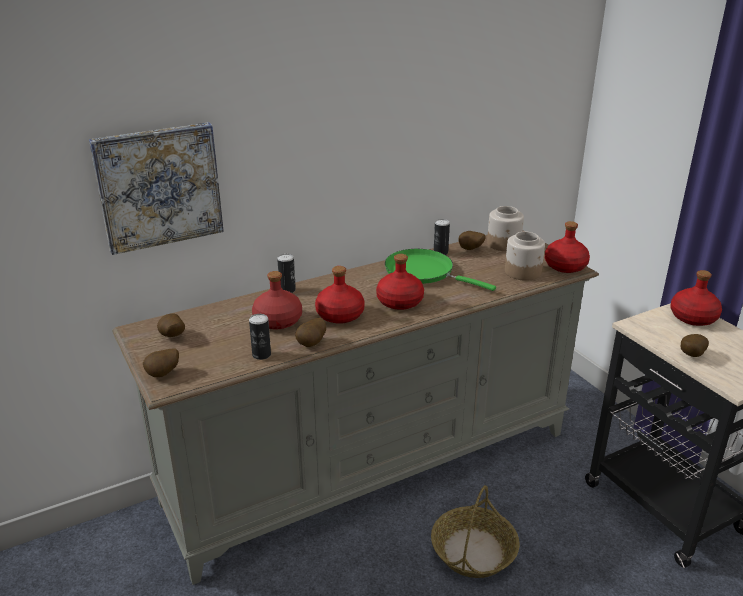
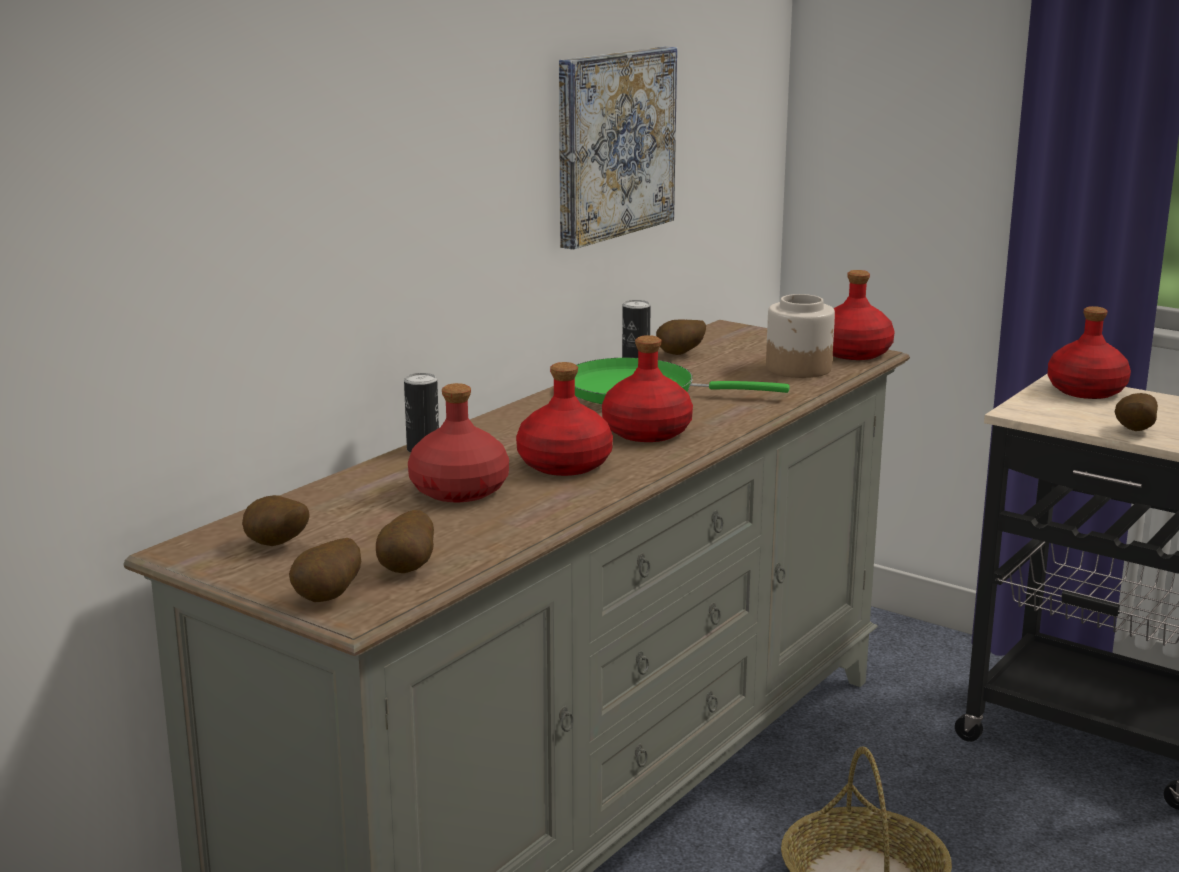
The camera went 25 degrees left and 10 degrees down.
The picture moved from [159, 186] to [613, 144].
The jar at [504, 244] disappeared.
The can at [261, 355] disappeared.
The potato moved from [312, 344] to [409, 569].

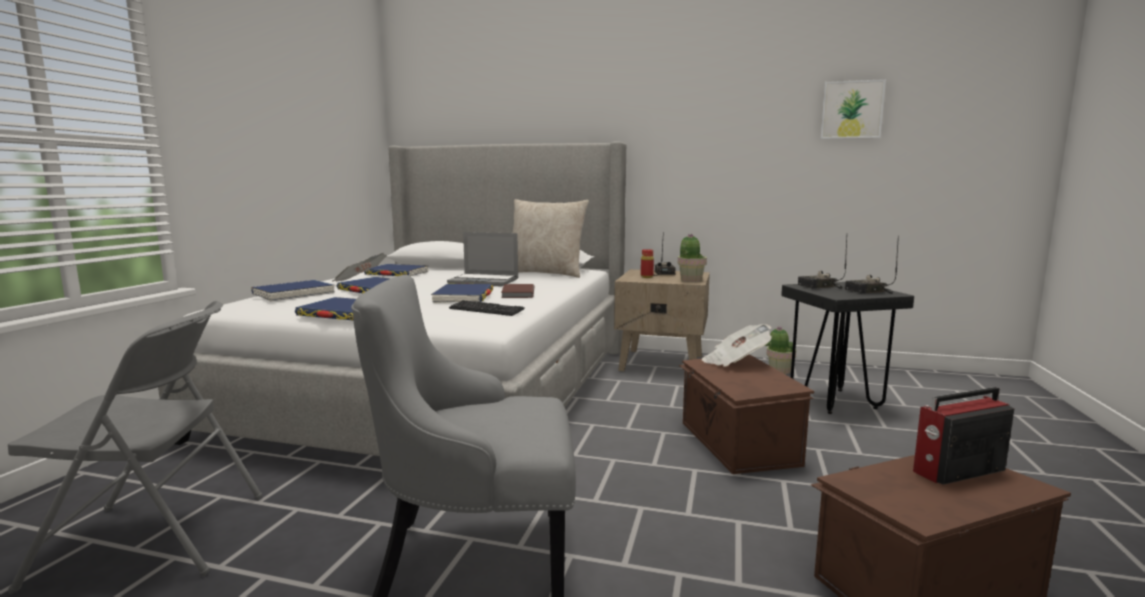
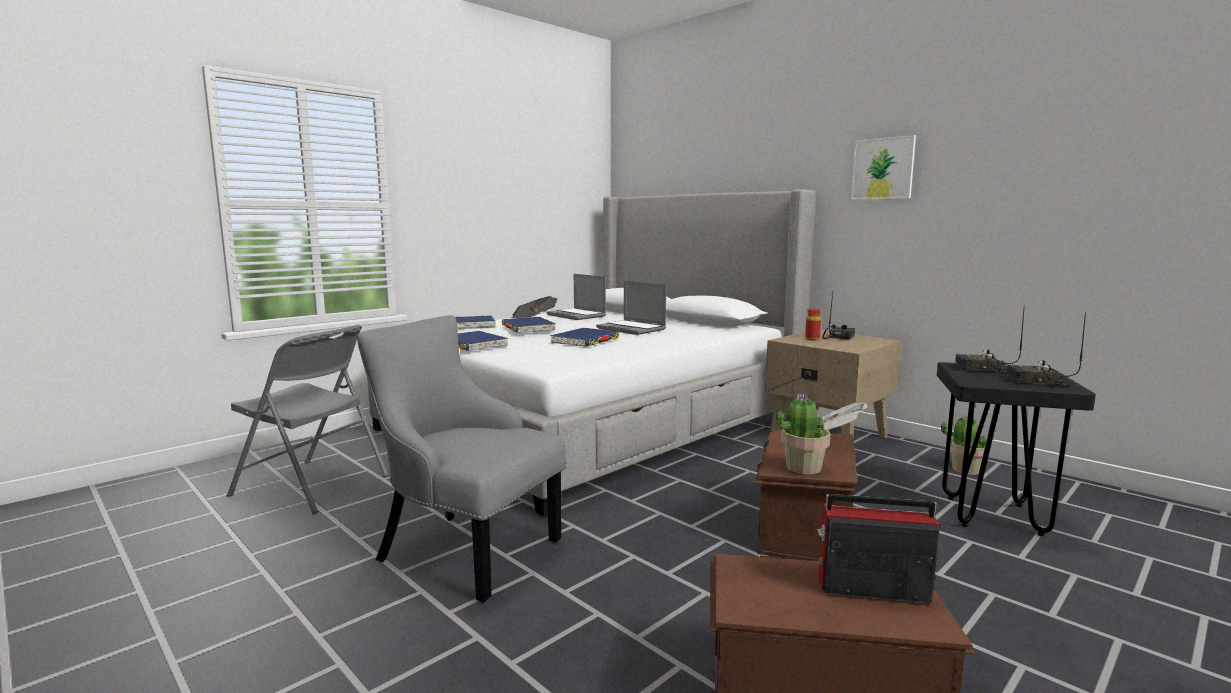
The camera went 30 degrees right and 0 degrees up.
The picture moved from [852, 110] to [882, 169].
The beige pillow at [546, 273] disappeared.
The potted plant moved from [690, 280] to [802, 467].
The blue book at [397, 273] was replaced by the laptop at [577, 315].
The brown book at [517, 293] disappeared.
The keyboard at [486, 310] disappeared.

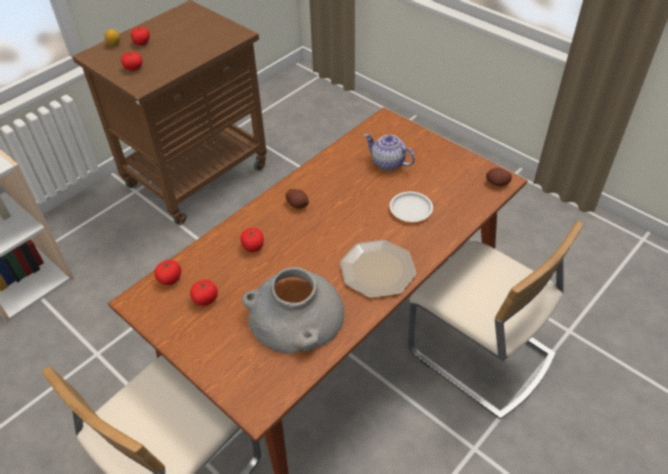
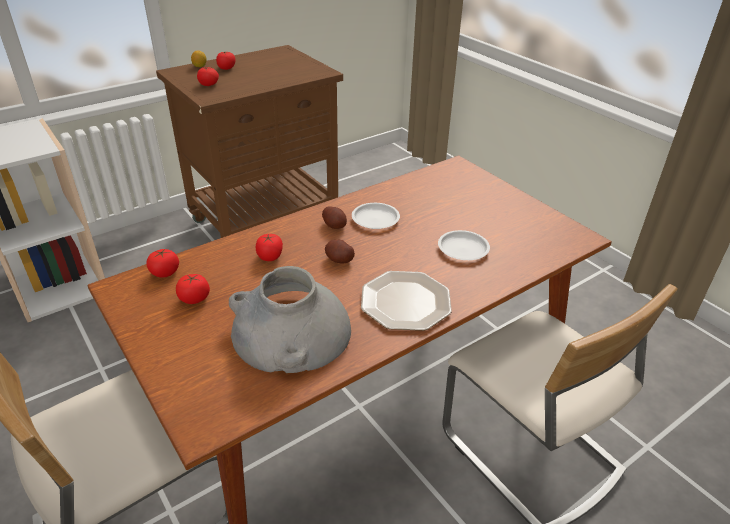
The camera went 10 degrees right and 10 degrees down.
The teapot at [387, 163] disappeared.
The potato moved from [497, 183] to [339, 259].
The white plate at [376, 219] appeared.

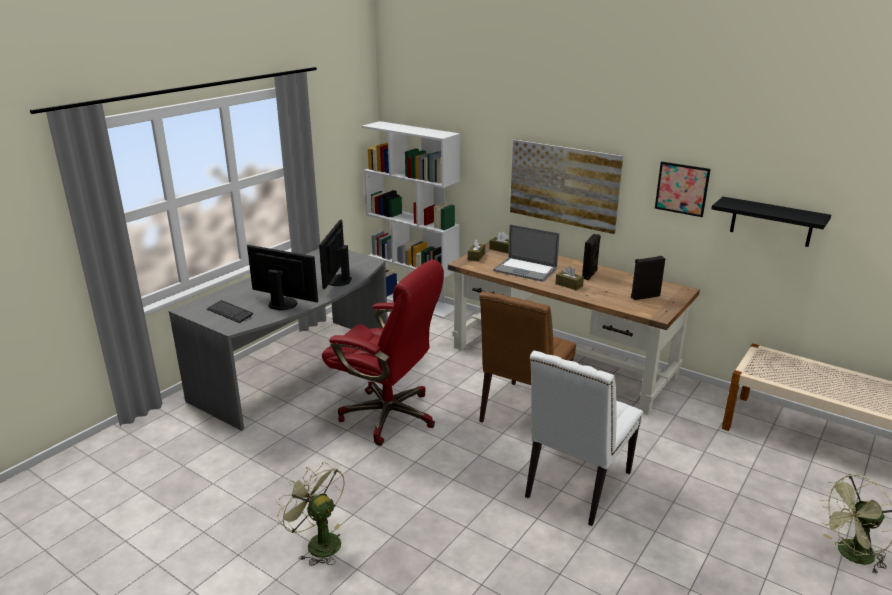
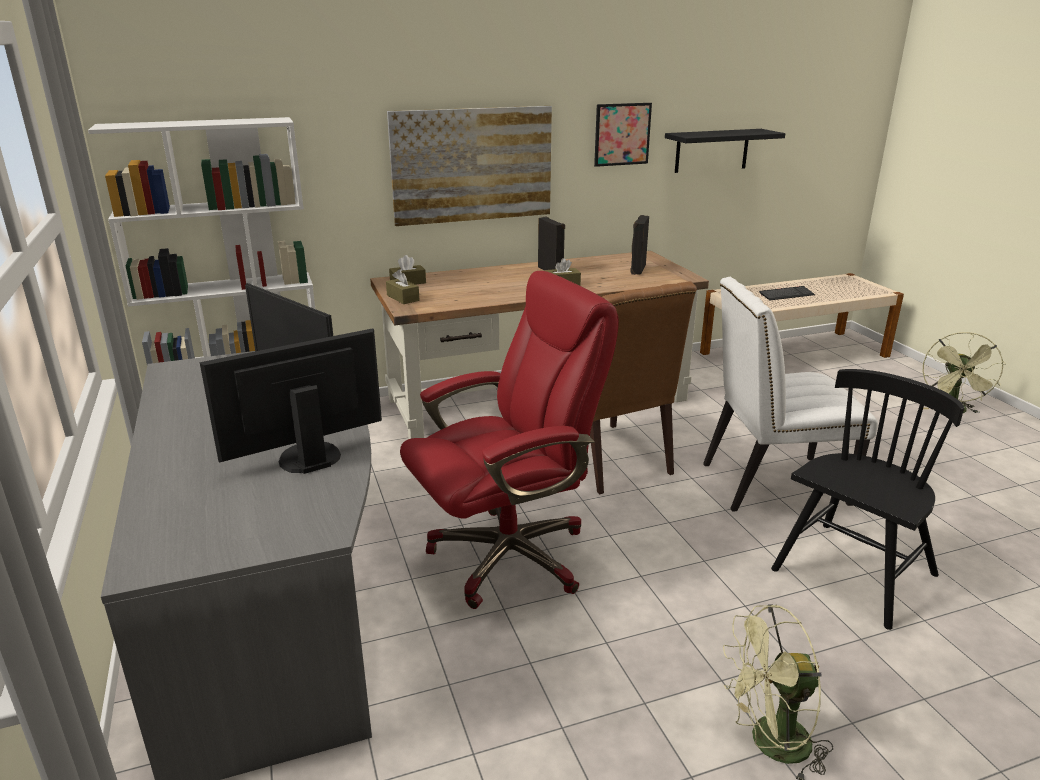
The camera went 55 degrees left and 0 degrees up.
The laptop at [525, 270] disappeared.
The keyboard moved from [230, 312] to [786, 294].
The white chair at [578, 483] turned 105 degrees clockwise.
The black chair at [850, 576] appeared.

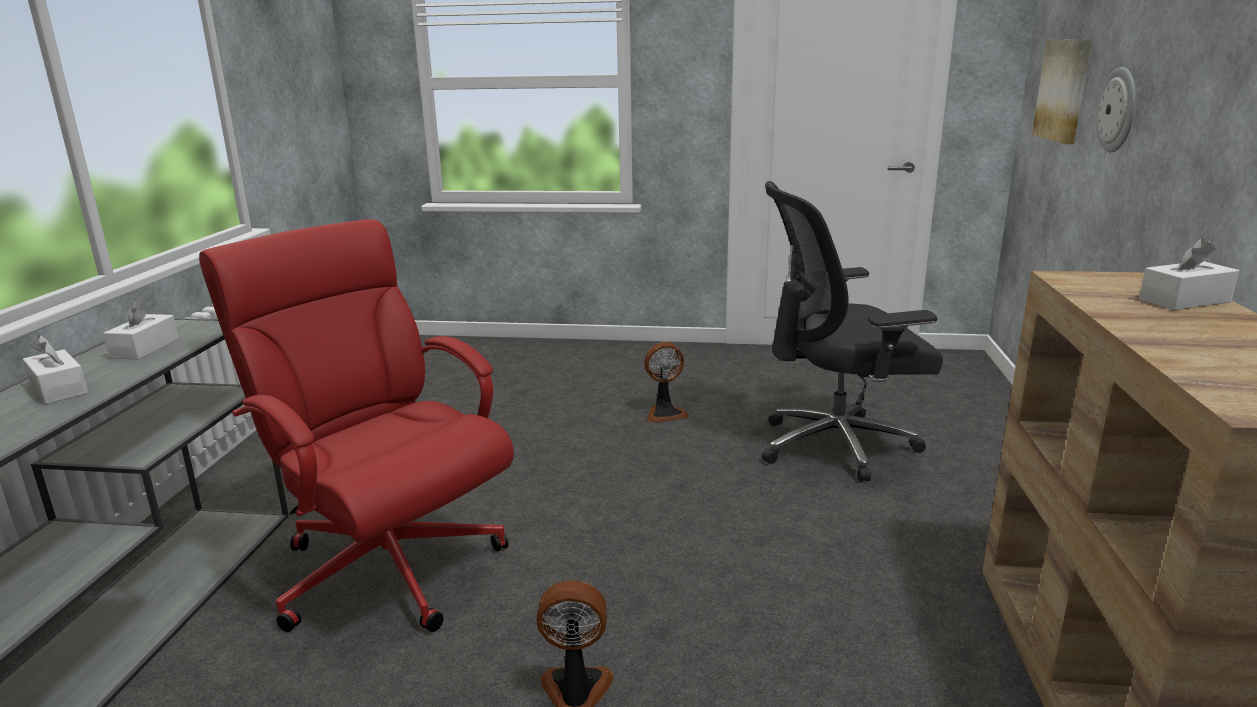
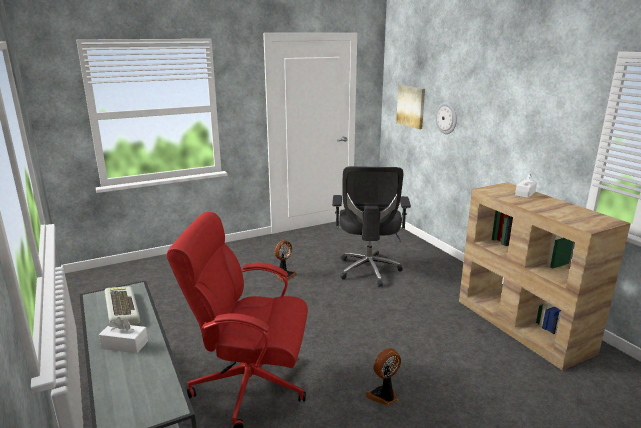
The camera went 35 degrees left and 0 degrees up.
The office chair at [838, 446] turned 45 degrees counterclockwise.
The white tissue box at [145, 348] was replaced by the keyboard at [120, 311].

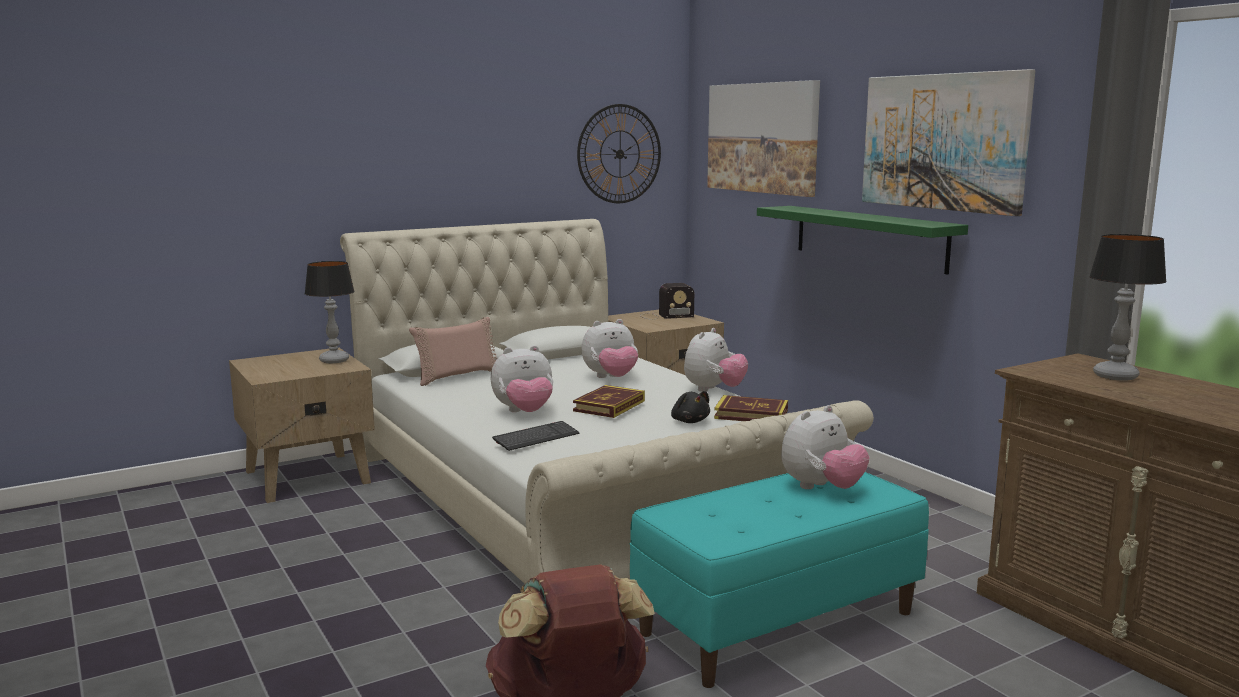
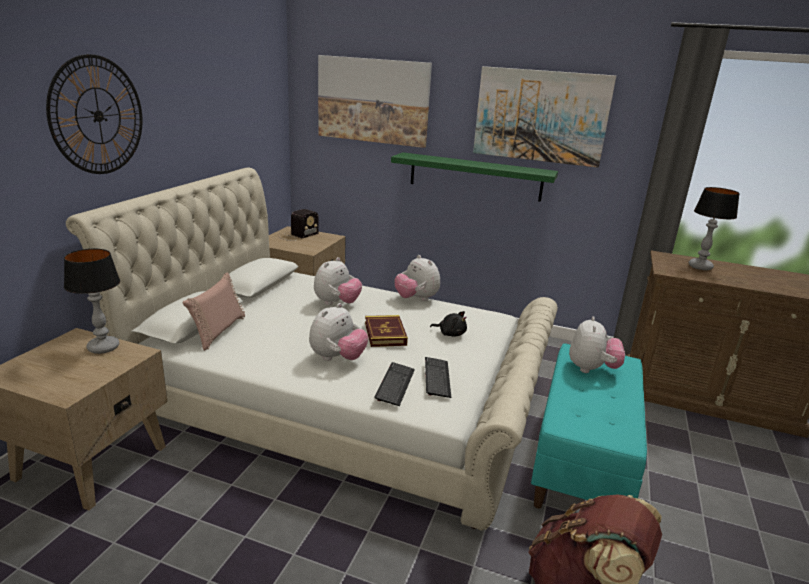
The camera went 40 degrees left and 10 degrees up.
The wall clock moved from [619, 154] to [98, 116].
The plush toy at [714, 390] turned 150 degrees clockwise.
The book at [751, 414] disappeared.
The keyboard at [437, 378] appeared.

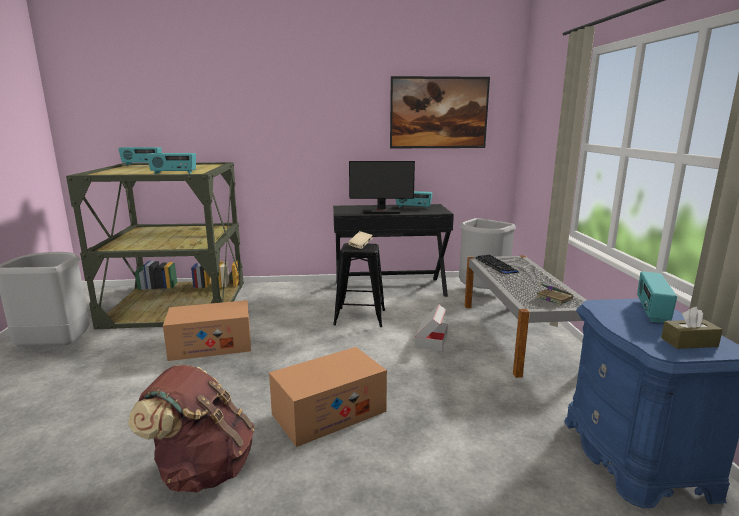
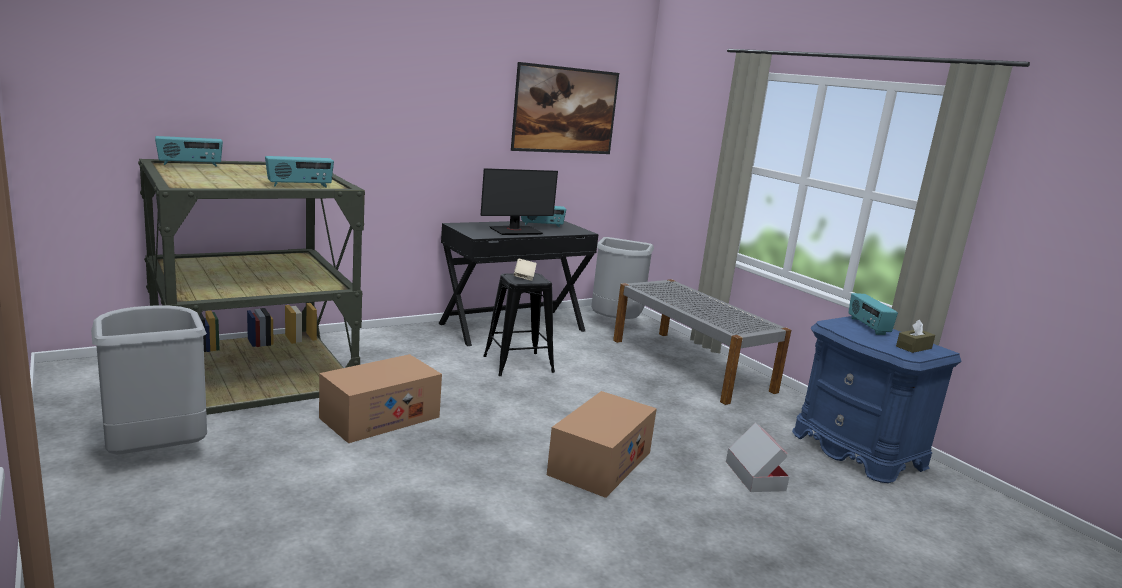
The camera went 30 degrees left and 0 degrees up.
The keyboard at [495, 265] disappeared.
The book at [553, 298] disappeared.
The cardboard box moved from [431, 340] to [755, 475].
The brown backpack at [202, 470] disappeared.

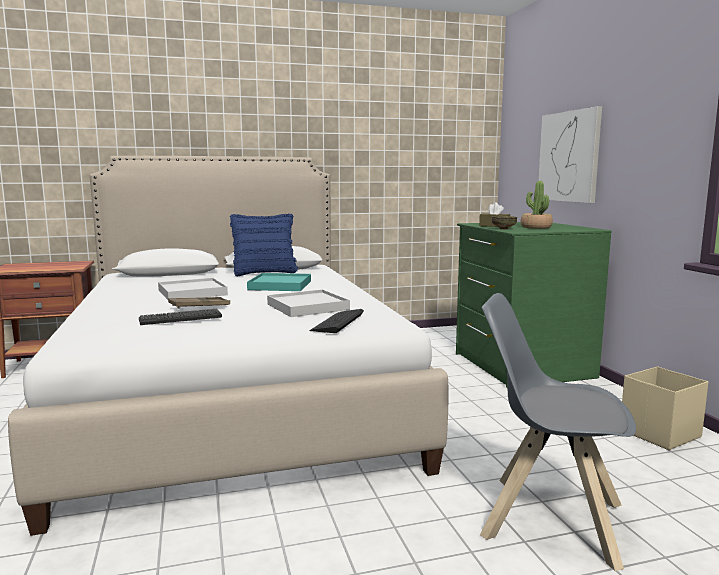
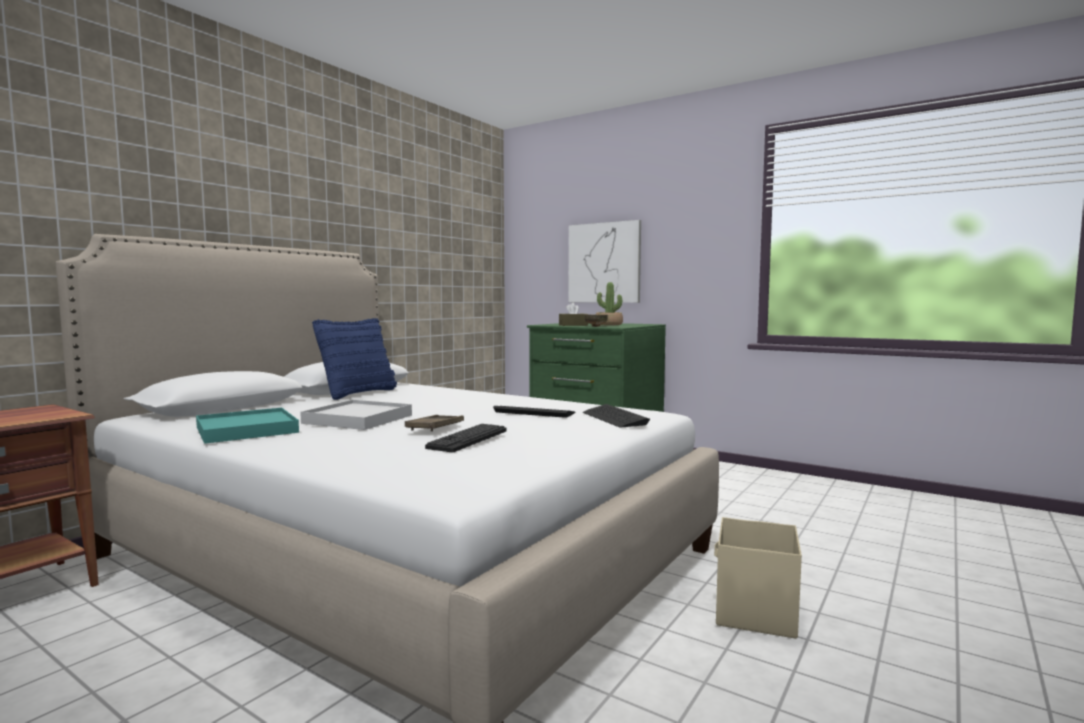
The camera went 40 degrees left and 5 degrees down.
The turquoise tray moved from [280, 285] to [247, 430].
The white tray at [307, 307] was replaced by the keyboard at [534, 412].
The grey chair at [548, 519] disappeared.
The beige storage box moved from [658, 434] to [754, 613].

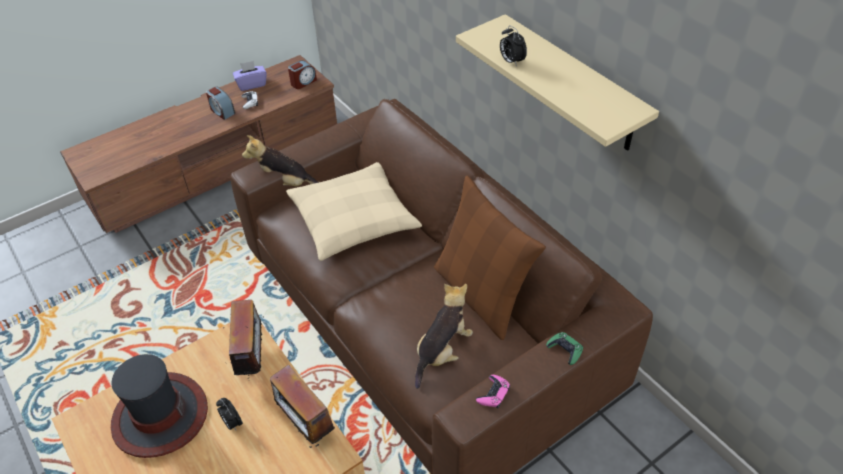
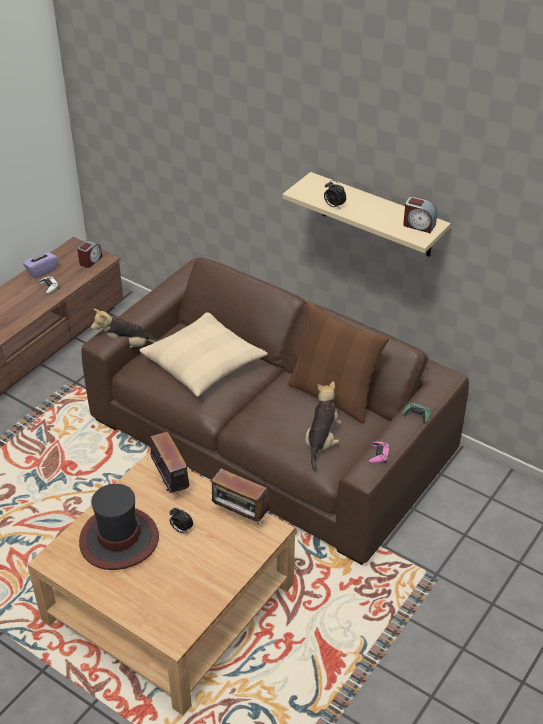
The camera went 20 degrees left and 5 degrees down.
The alarm clock moved from [222, 111] to [418, 225].

